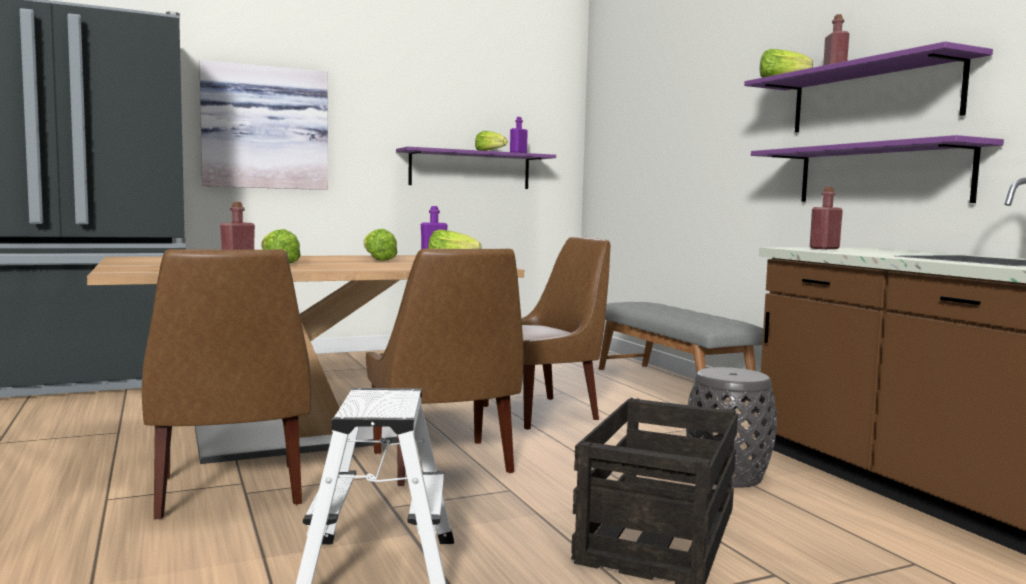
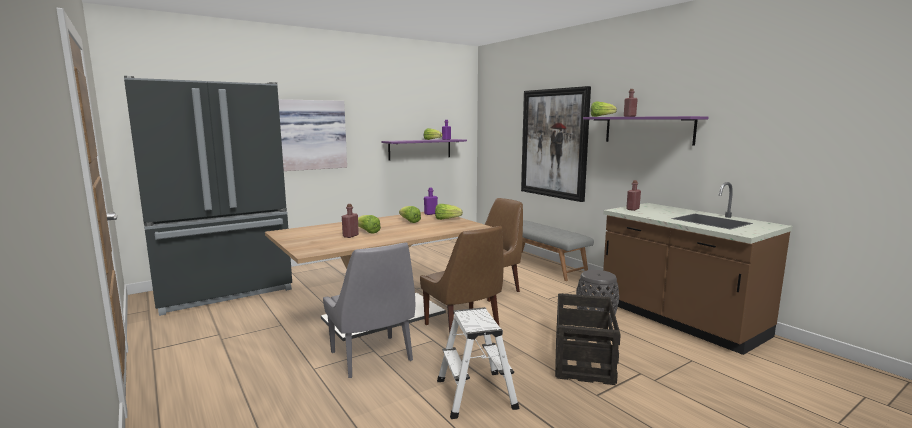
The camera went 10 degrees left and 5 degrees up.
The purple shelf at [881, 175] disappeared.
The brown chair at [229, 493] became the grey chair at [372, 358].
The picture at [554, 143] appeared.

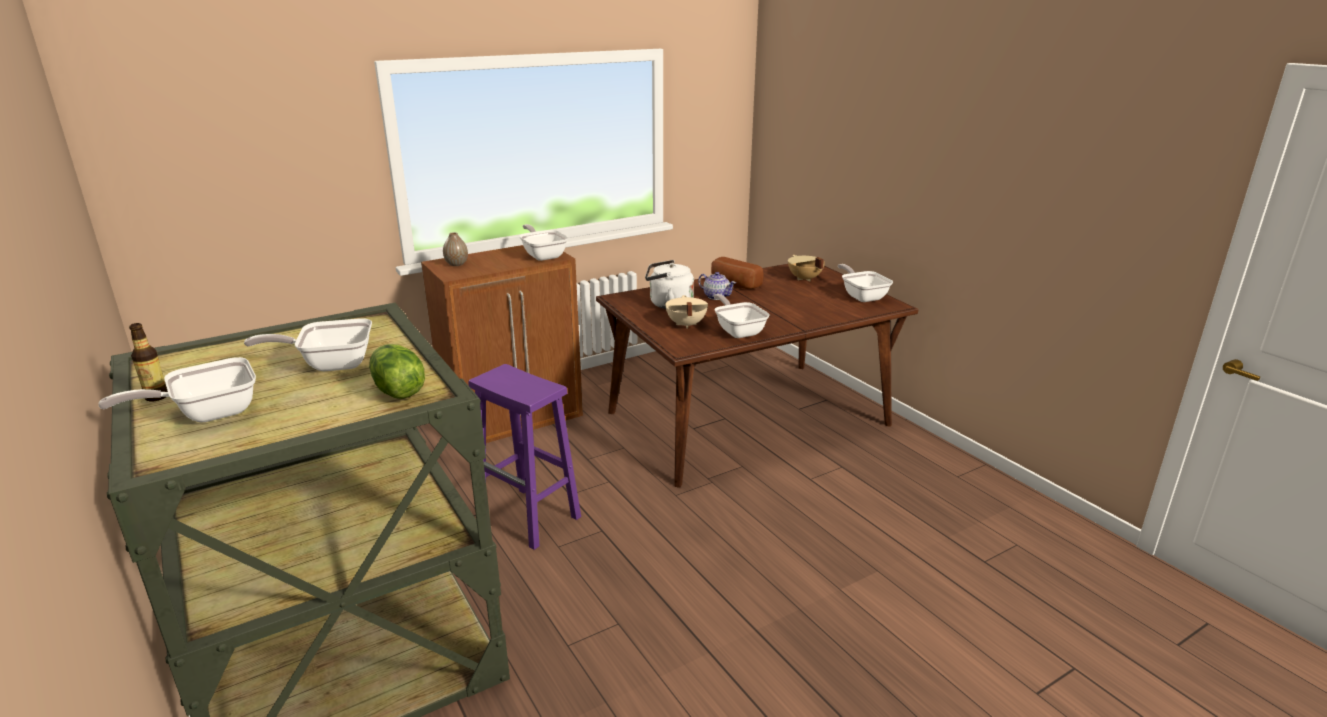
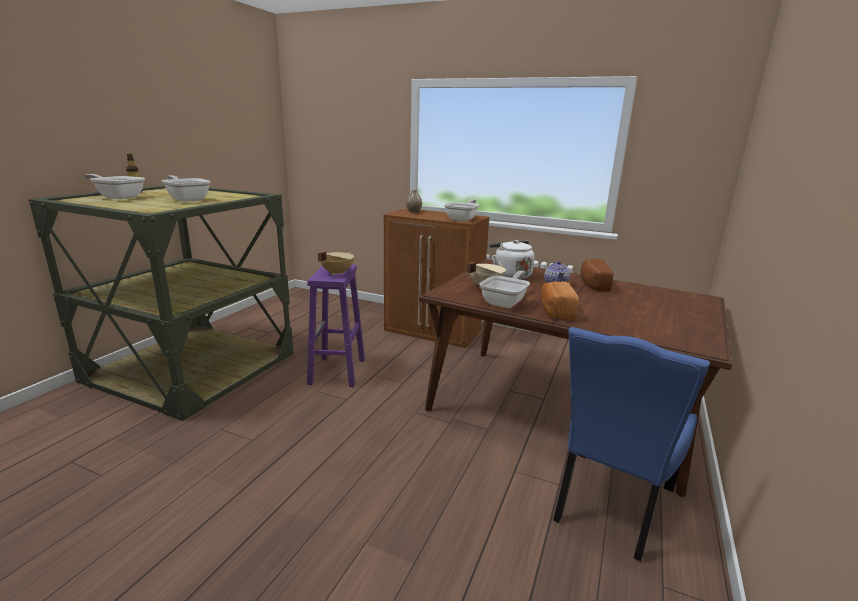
The camera went 55 degrees right and 5 degrees down.
The beige cooking pot moved from [804, 279] to [336, 273].
The frying pan at [862, 296] disappeared.
The lettuce at [397, 391] disappeared.
The bread at [556, 312] appeared.
The blue chair at [611, 500] appeared.

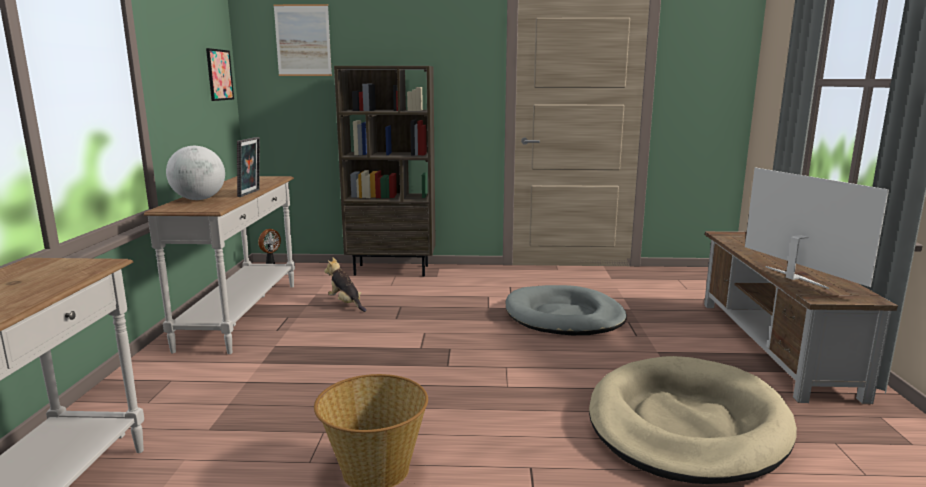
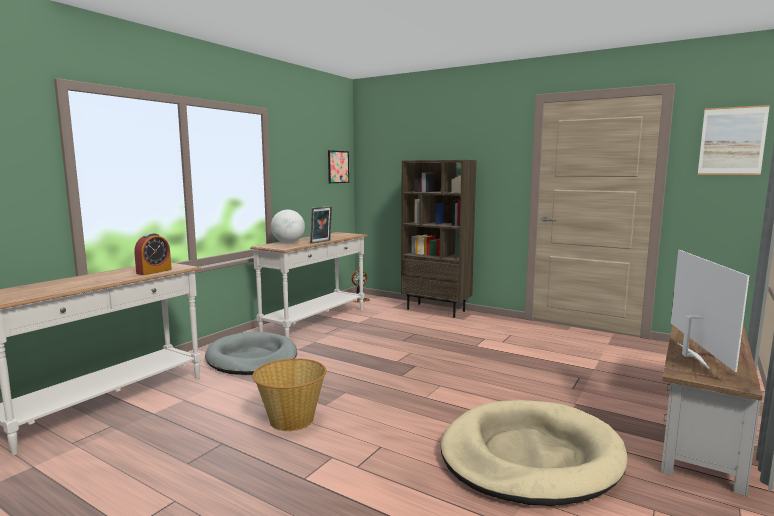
The camera went 30 degrees right and 5 degrees down.
The picture moved from [303, 40] to [732, 141].
The plush toy at [346, 304] disappeared.
The grey dog bed moved from [564, 316] to [252, 358].
The alarm clock at [154, 271] appeared.

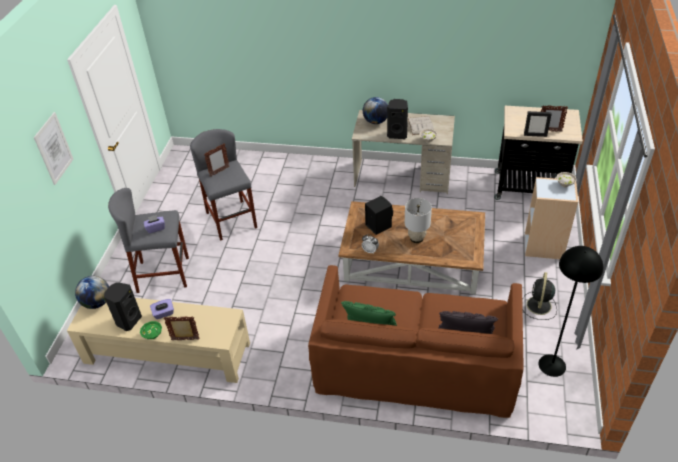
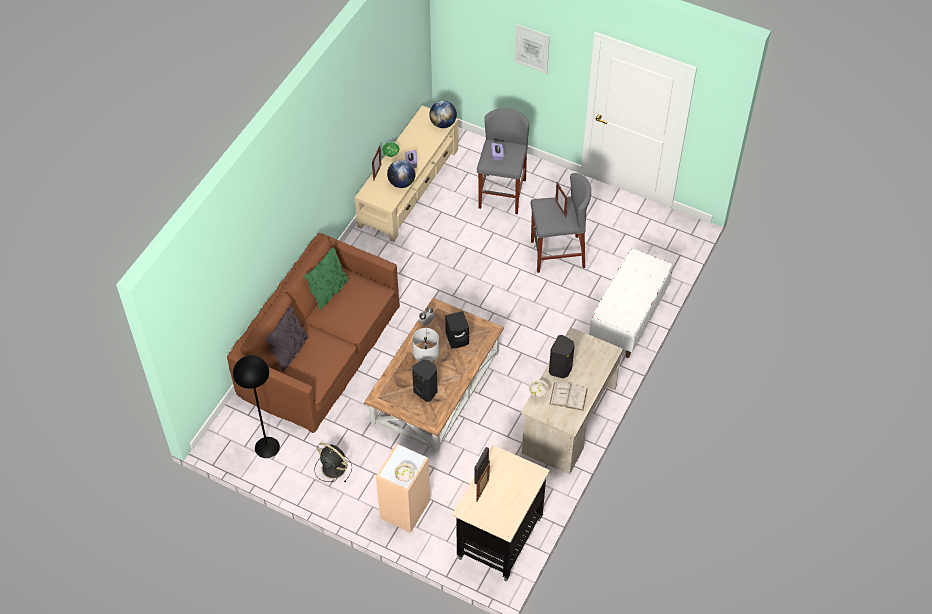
The camera went 105 degrees right and 10 degrees up.
The globe moved from [376, 121] to [401, 183].
The black speaker moved from [128, 320] to [426, 391].
The white bench at [629, 317] appeared.

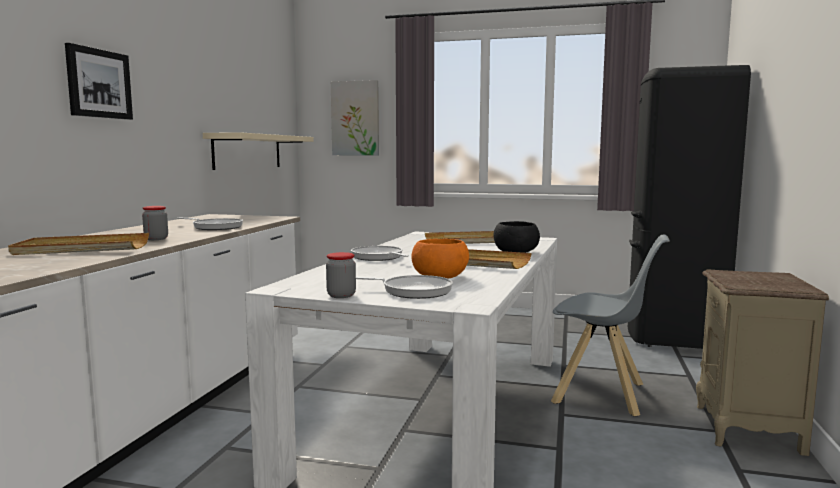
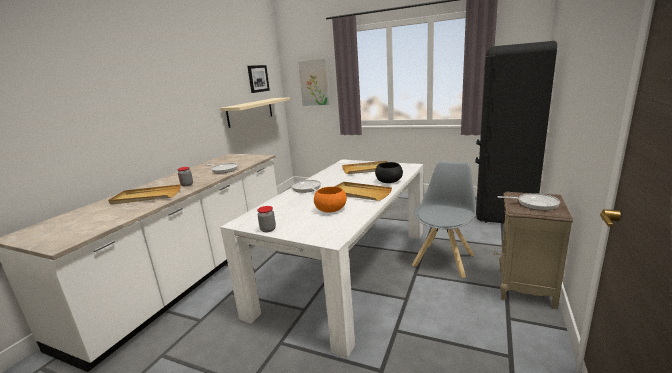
The camera went 10 degrees right and 10 degrees up.
The picture moved from [98, 83] to [258, 78].
The grey chair at [602, 394] turned 90 degrees counterclockwise.
The frying pan moved from [412, 291] to [535, 204].

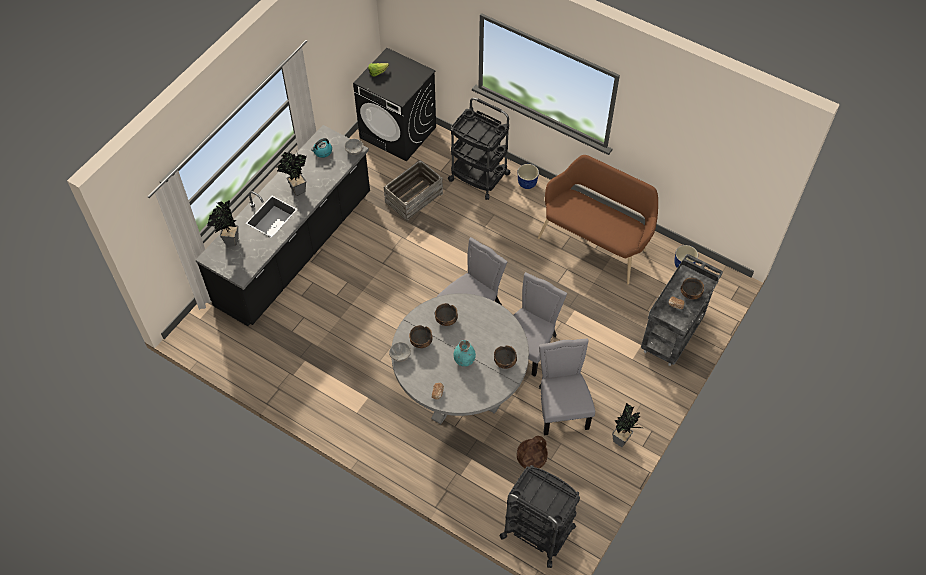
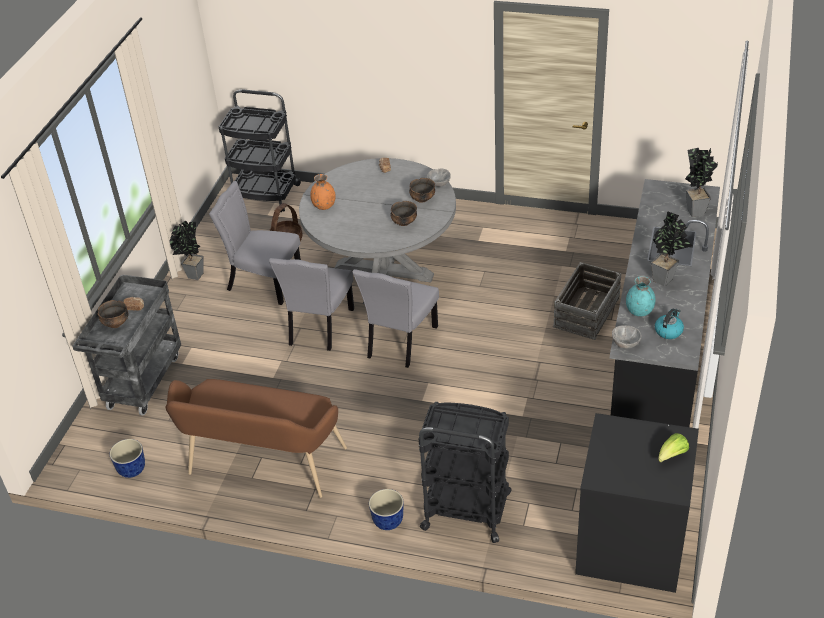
The camera went 165 degrees right and 15 degrees down.
The crate moved from [413, 197] to [587, 313].
The grey chair at [561, 409] turned 135 degrees clockwise.
The turquoise vase moved from [464, 360] to [639, 311].
The bowl at [505, 362] was replaced by the orange vase at [324, 206].

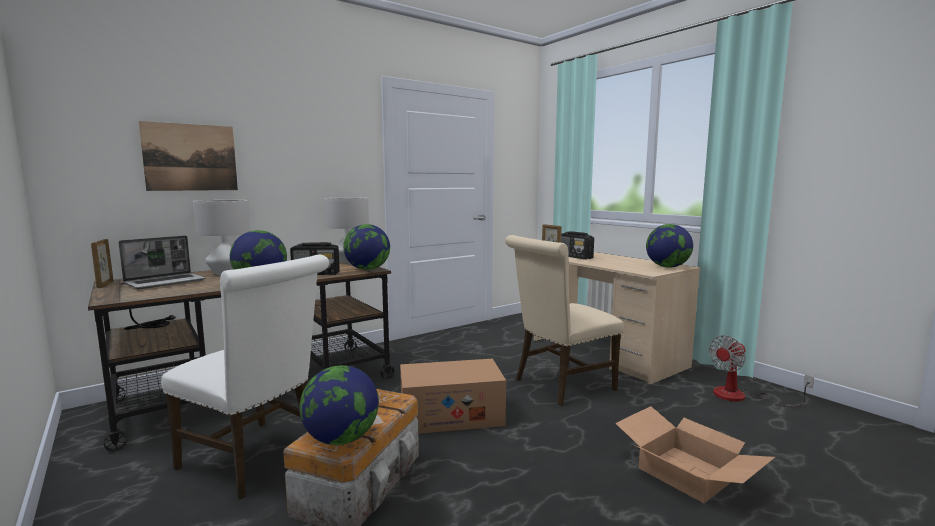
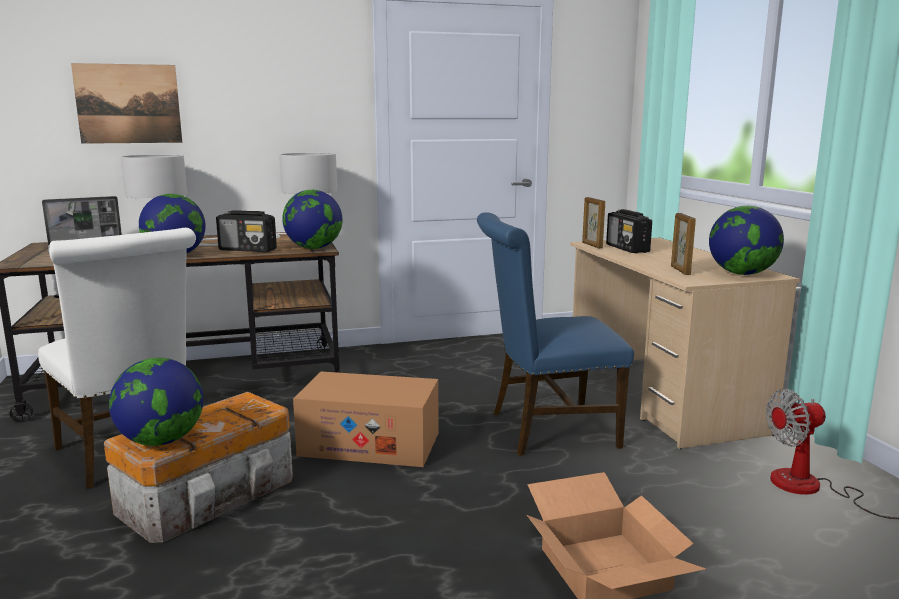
The camera went 20 degrees right and 5 degrees up.
The beige chair at [559, 385] became the blue chair at [545, 430].
The picture frame moved from [105, 285] to [680, 270].

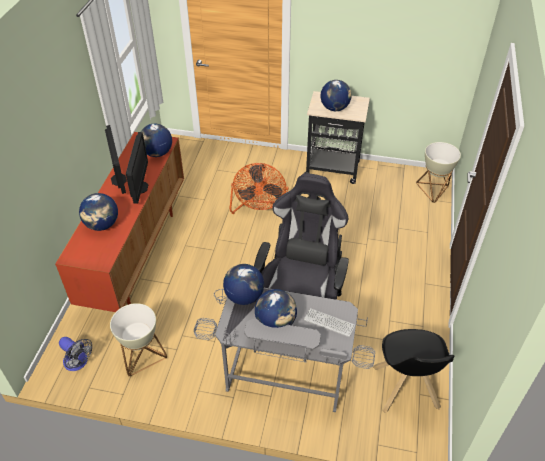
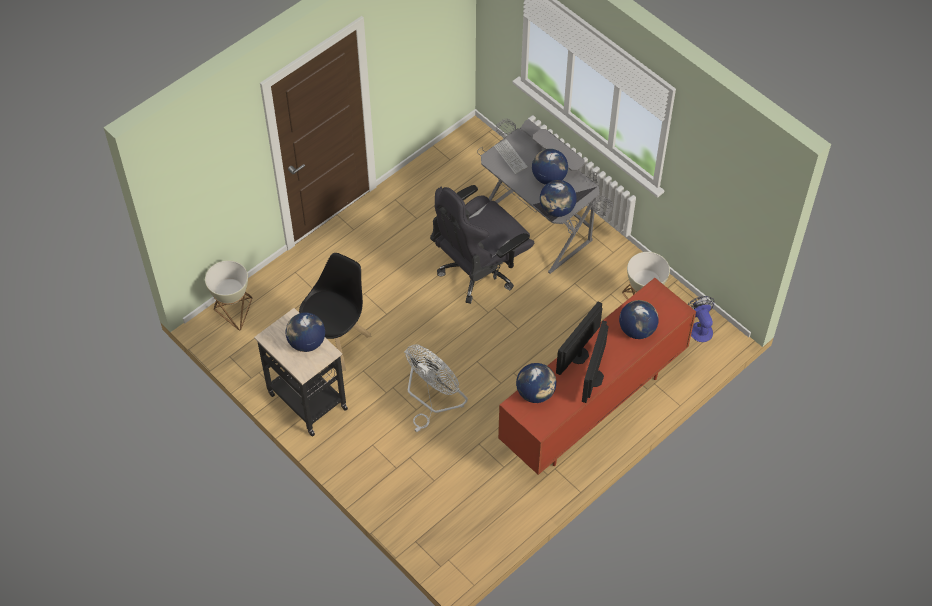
The camera went 145 degrees left and 10 degrees up.
The orange fan at [258, 207] became the white fan at [430, 397].
The black chair moved from [406, 389] to [337, 339].

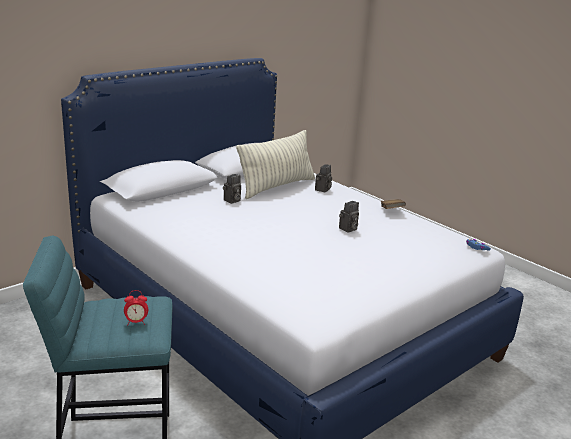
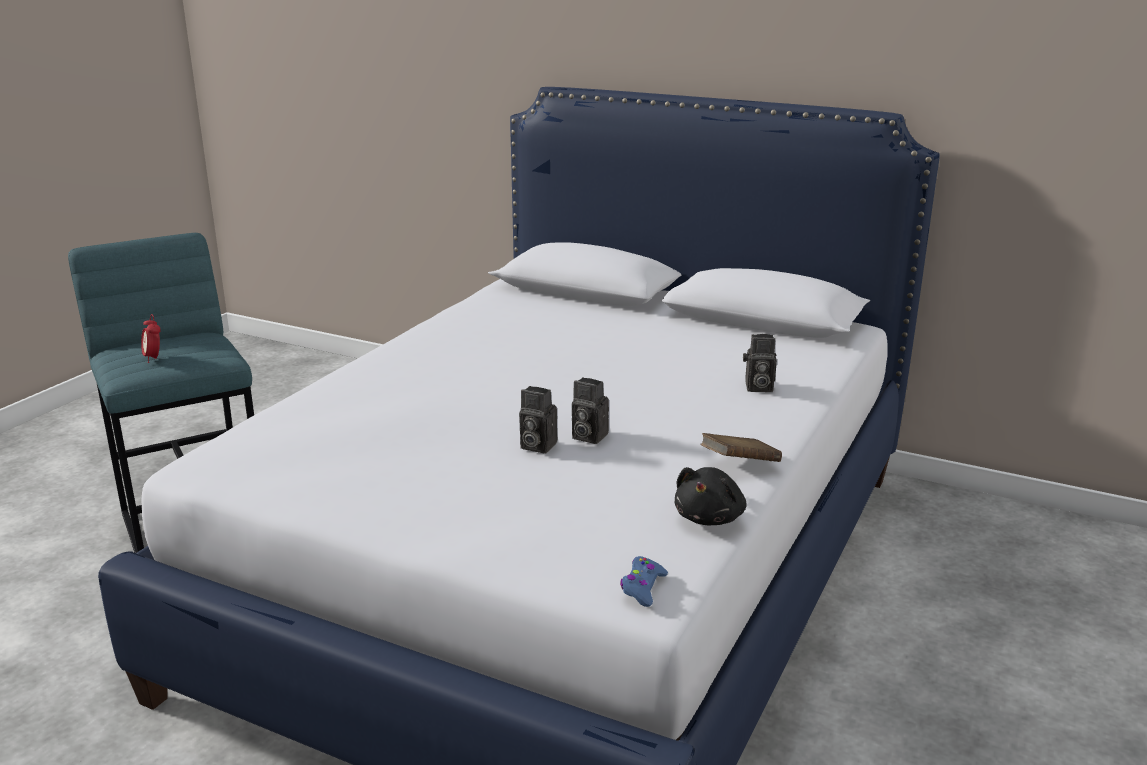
The camera went 70 degrees right and 0 degrees up.
The pillow at [277, 186] disappeared.
The photo camera moved from [232, 201] to [535, 446].
The black plush toy at [710, 517] appeared.

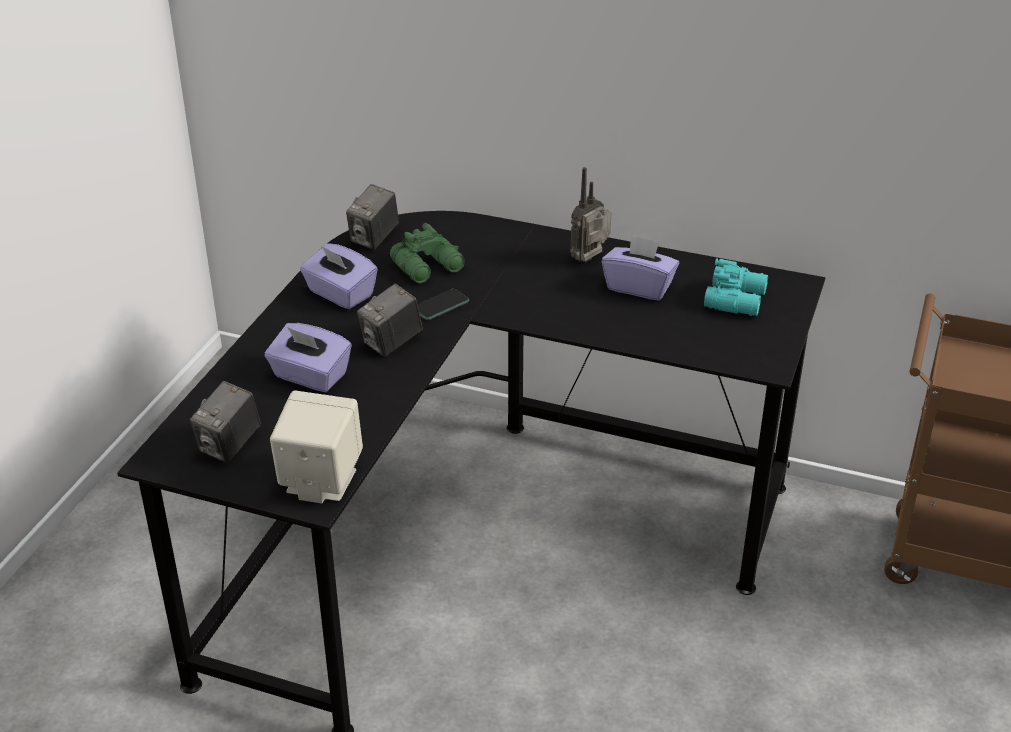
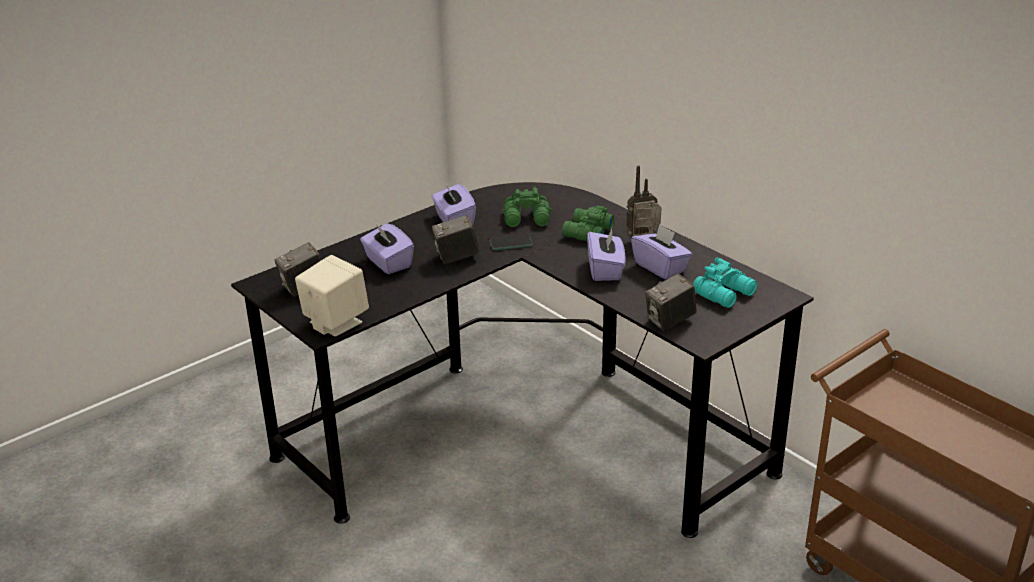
The camera went 30 degrees right and 5 degrees down.
The photo camera moved from [374, 238] to [670, 321].
The green binoculars at [586, 233] appeared.
The purple tissue box at [605, 270] appeared.

